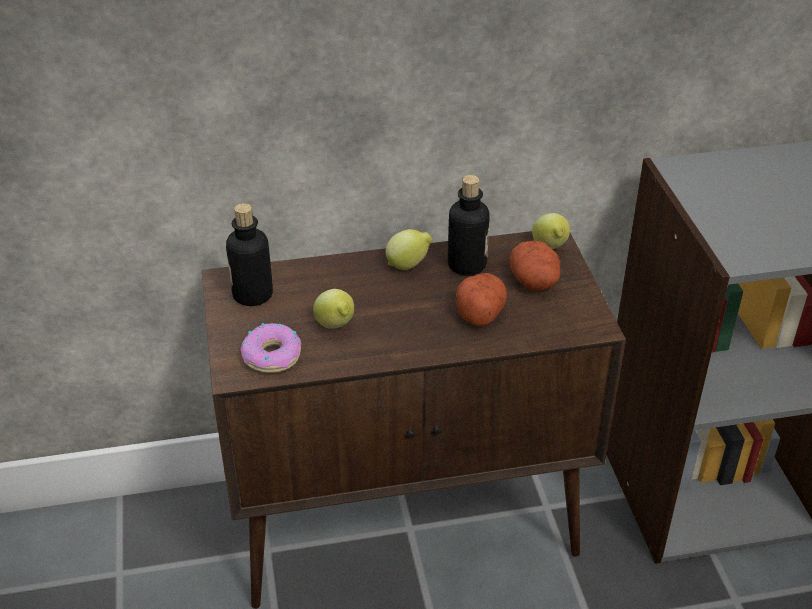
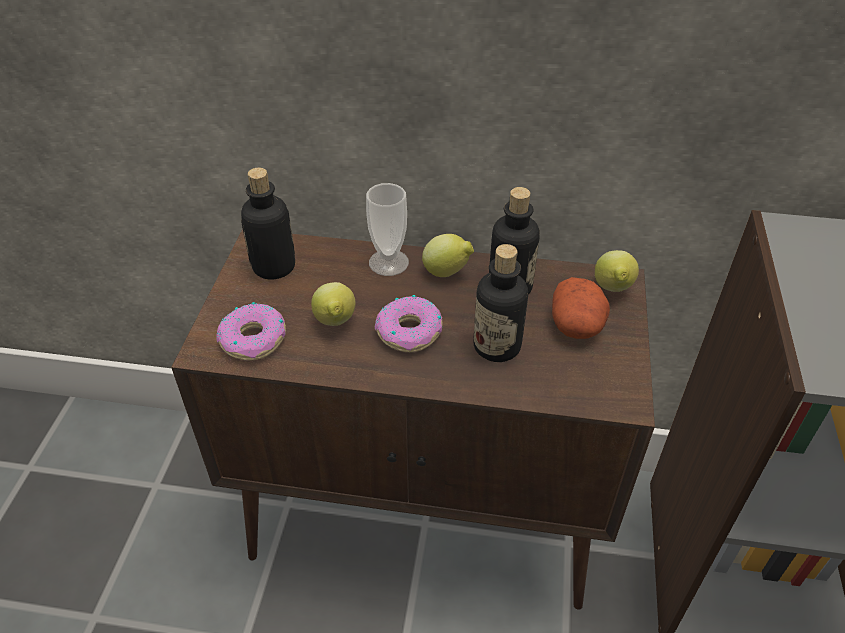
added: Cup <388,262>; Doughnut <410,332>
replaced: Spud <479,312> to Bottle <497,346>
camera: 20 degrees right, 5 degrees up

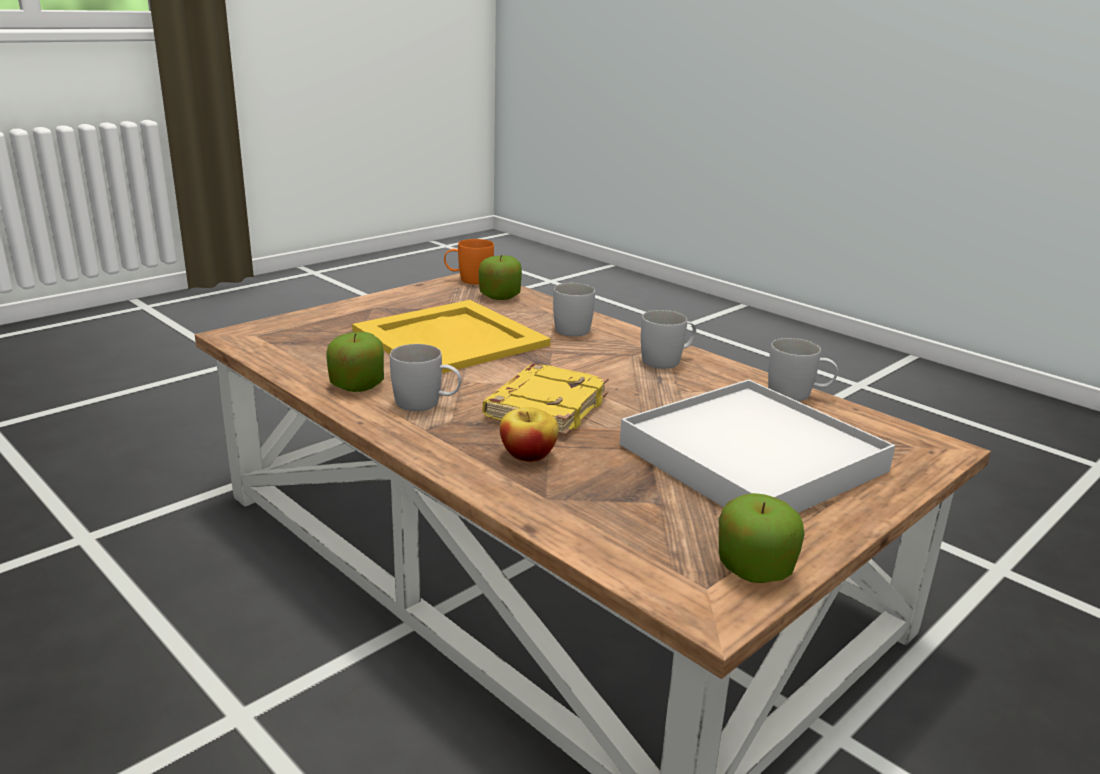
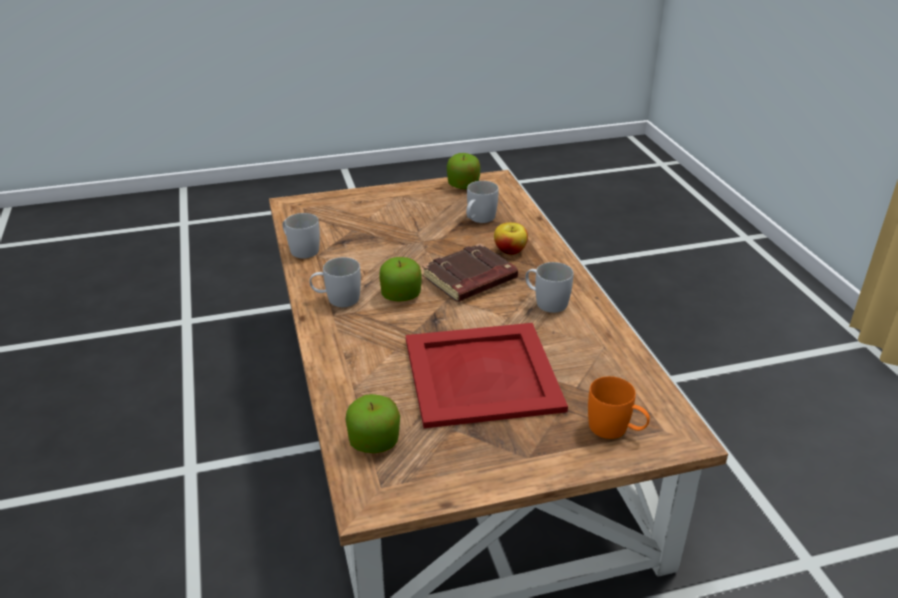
removed: WhiteServingTray <751,458>
moved: WholeApple <357,385> to <401,295>; WhiteTeaMug <572,328> to <478,219>; OrangeyTeaMug <468,279> to <615,430>
recoloured: YellowColouredServingTray <450,337> to RedServingTray <481,375>; YellowColouredVolume <545,406> to BrownishVolume <469,280>
camera: 150 degrees left, 10 degrees up

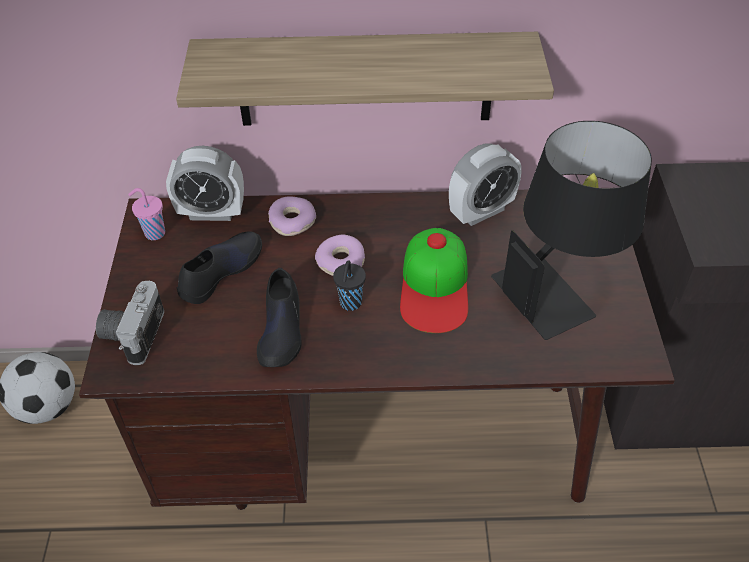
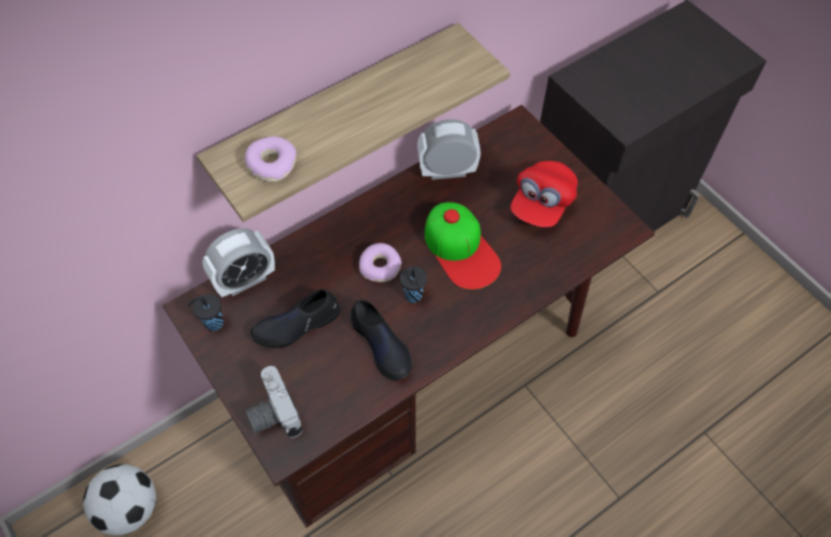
moved: Doughnut <292,221> to <271,164>
replaced: BlackTableLamp <559,287> to RedBaseballCap <542,203>
recoloured: PinkishCup <153,233> to BlackCup <213,323>
turned: BlackShoe <221,271> = <296,325> 120 degrees counterclockwise; AlarmClock <481,212> = <447,171> 120 degrees counterclockwise
camera: 35 degrees left, 10 degrees up

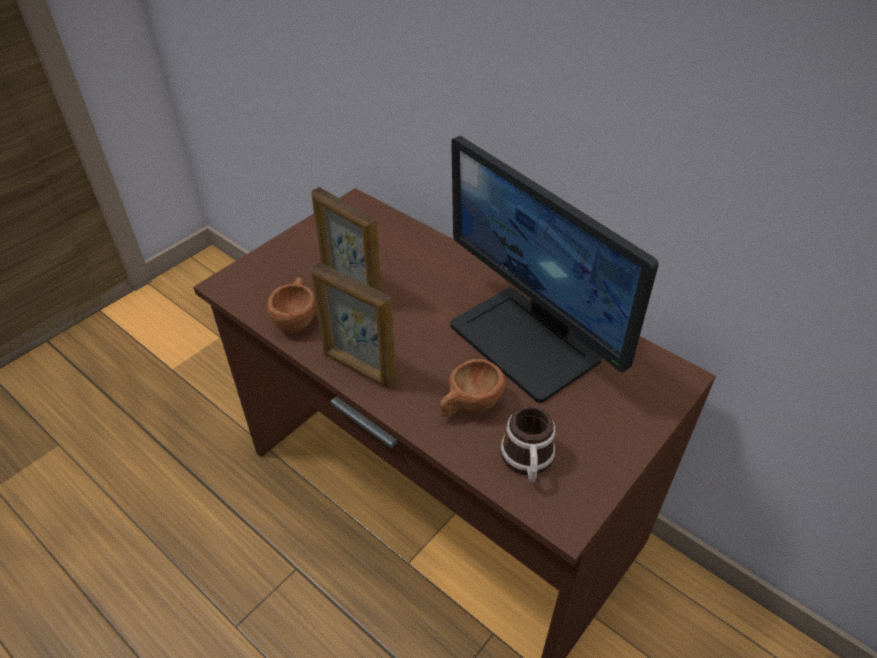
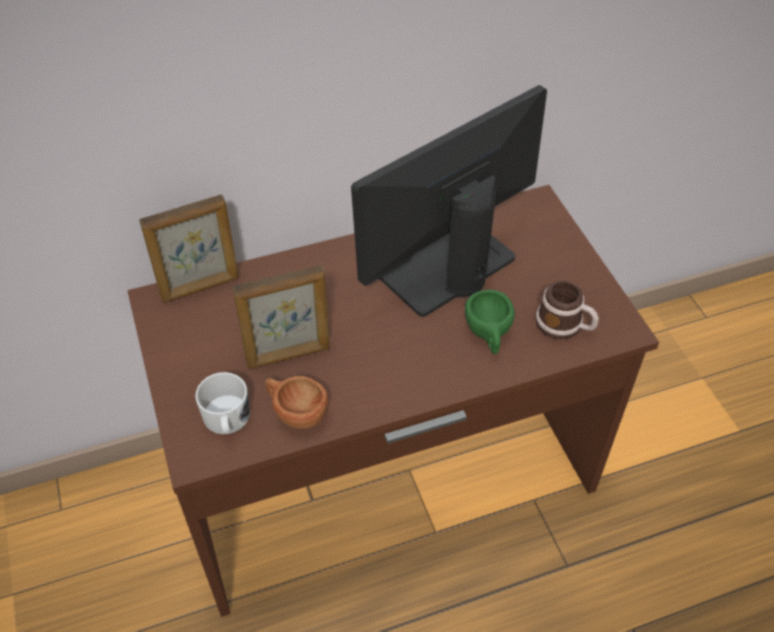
added: WhiteTeaMug <227,420>
moved: StandingFrame <358,368> to <201,288>
recoloured: BrownishCup <469,405> to GreenishCup <488,334>
turned: ComputerScreen <527,341> = <444,266> 150 degrees clockwise
camera: 60 degrees left, 5 degrees up

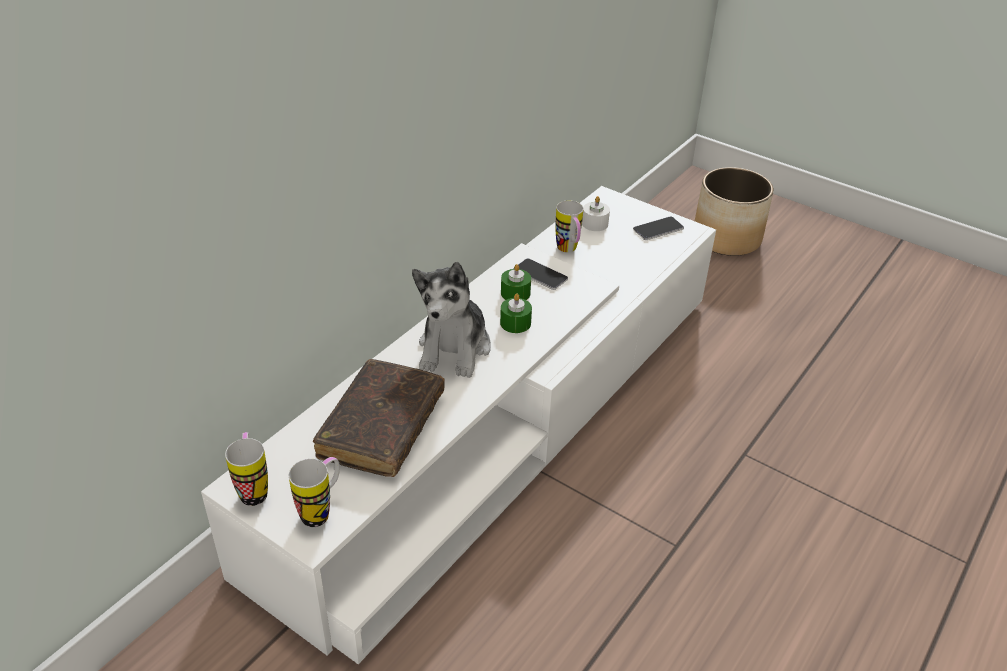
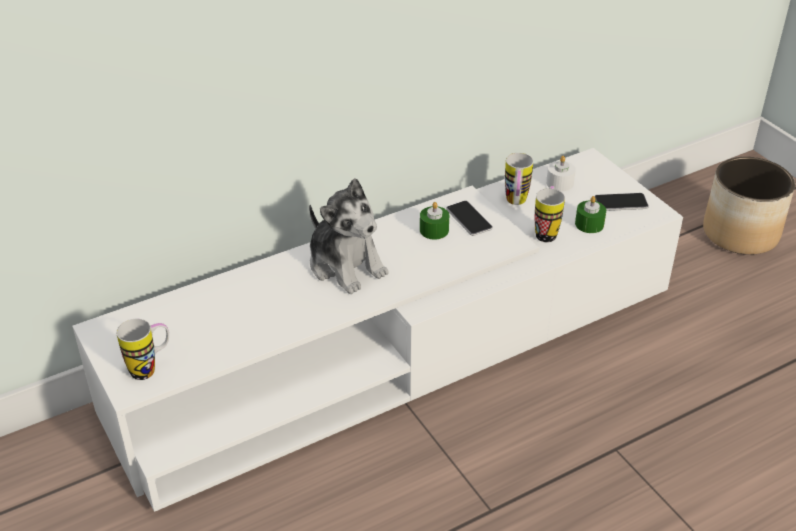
removed: BrownishVolume <382,427>
moved: TeaMug <253,488> to <546,232>; GreenishCandle <515,323> to <589,224>
turned: PlushToy <454,348> = <346,265> 75 degrees counterclockwise
camera: 25 degrees right, 0 degrees up

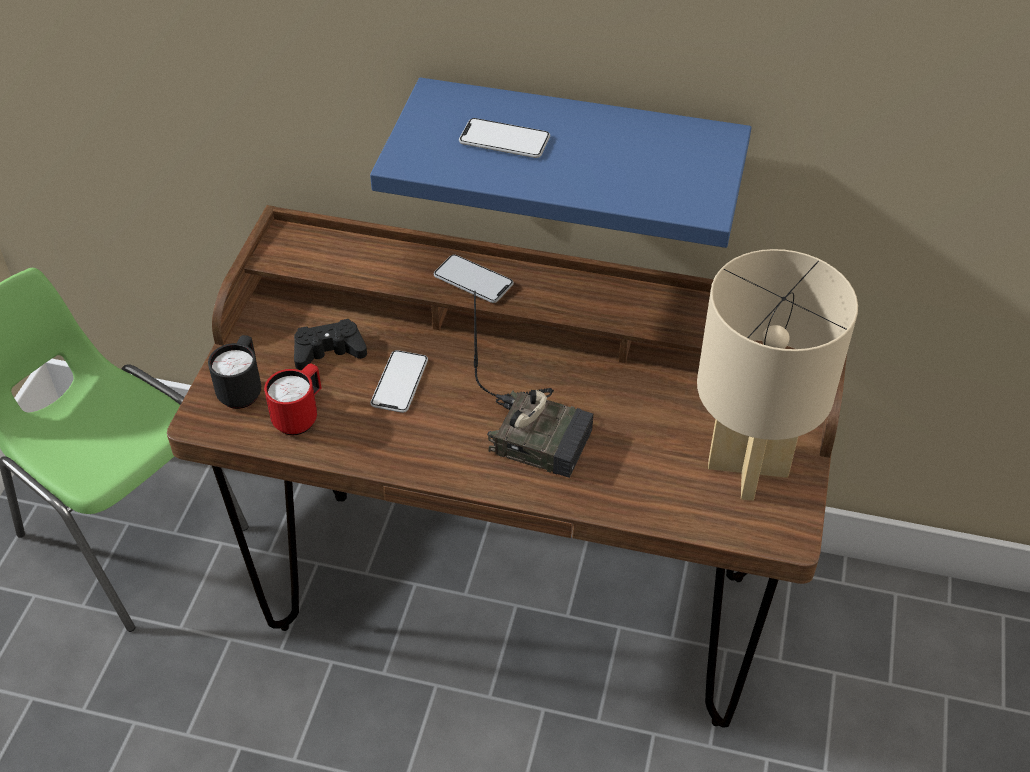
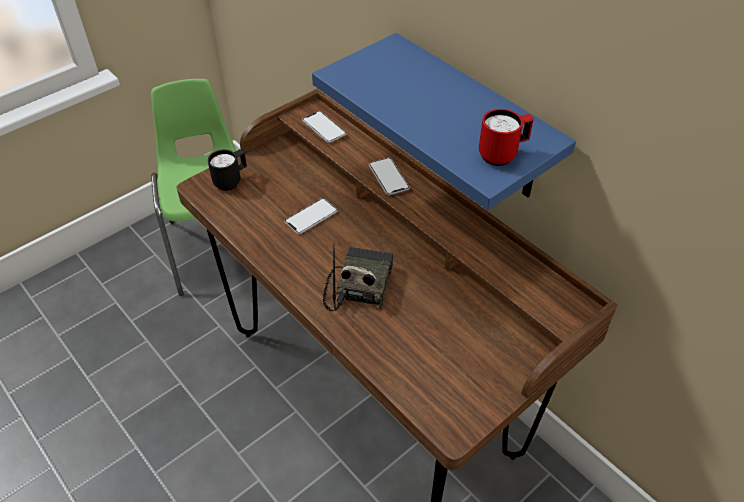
removed: BlackGameController <329,351>; BeigeTableLamp <747,467>
moved: Phone <504,140> to <324,128>; RedTeaMug <300,416> to <502,154>
turned: Radio <539,435> = <358,285> 135 degrees counterclockwise
camera: 35 degrees right, 0 degrees up

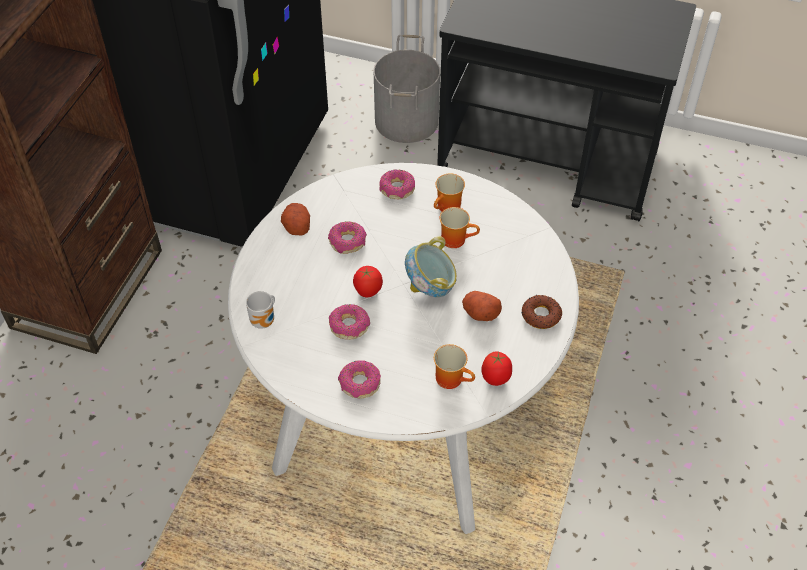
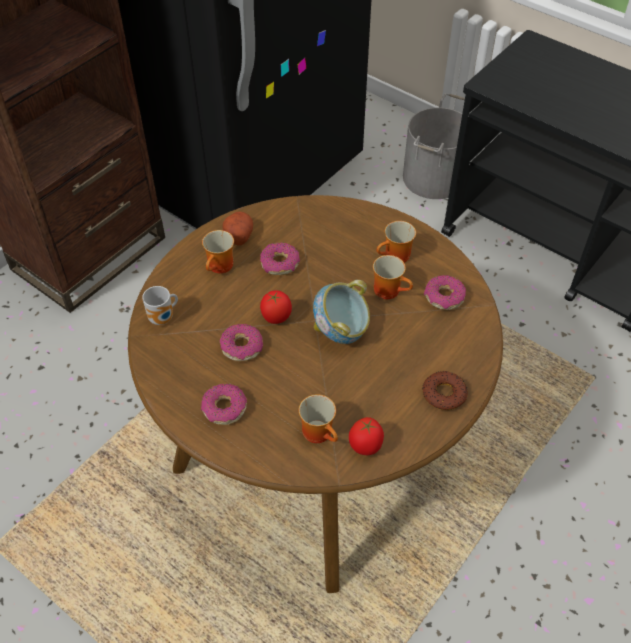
removed: Spud <480,313>
added: TeaMug <221,267>
moved: Doughnut <397,189> to <444,297>
recoloured: WhiteKitchenTable <403,417> to BrownishKitchenTable <315,455>
camera: 20 degrees right, 0 degrees up

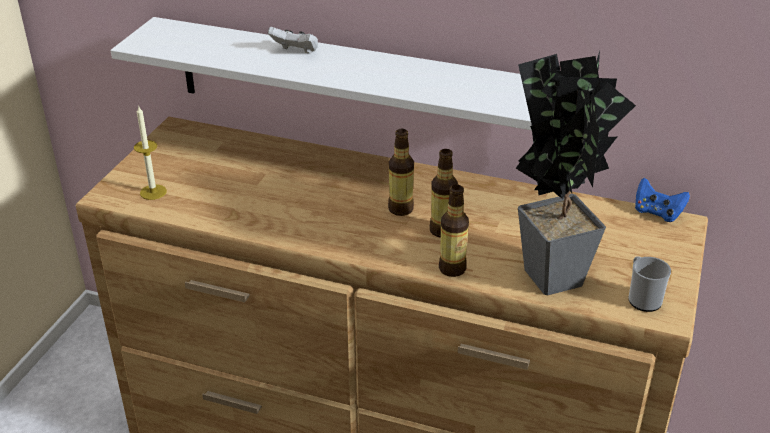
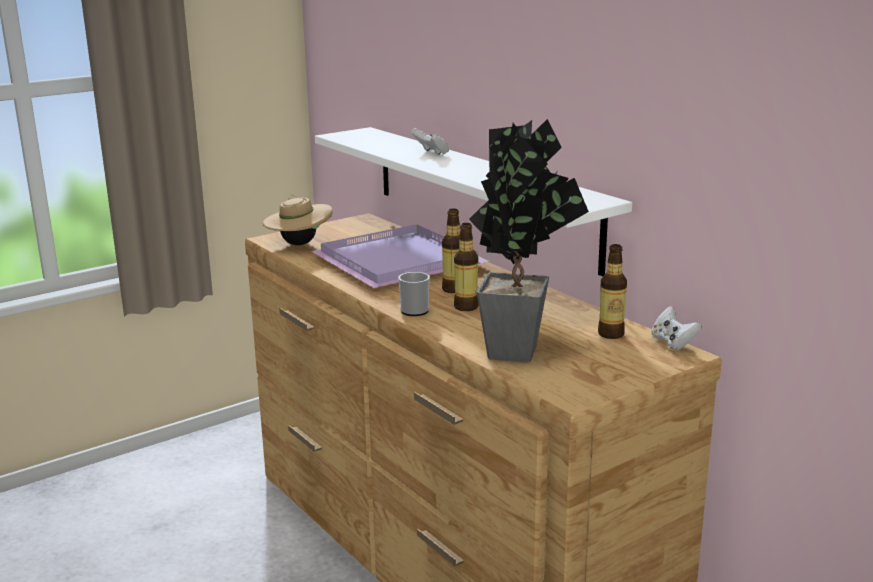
added: PurpleServingTray <402,262>
moved: TeaMug <642,298> to <415,309>; Bottle <452,269> to <611,334>
replaced: Candle <153,192> to BeigeHat <299,243>
recoloured: BluishGameController <657,213> to WhiteGameController <673,343>
camera: 35 degrees right, 15 degrees down

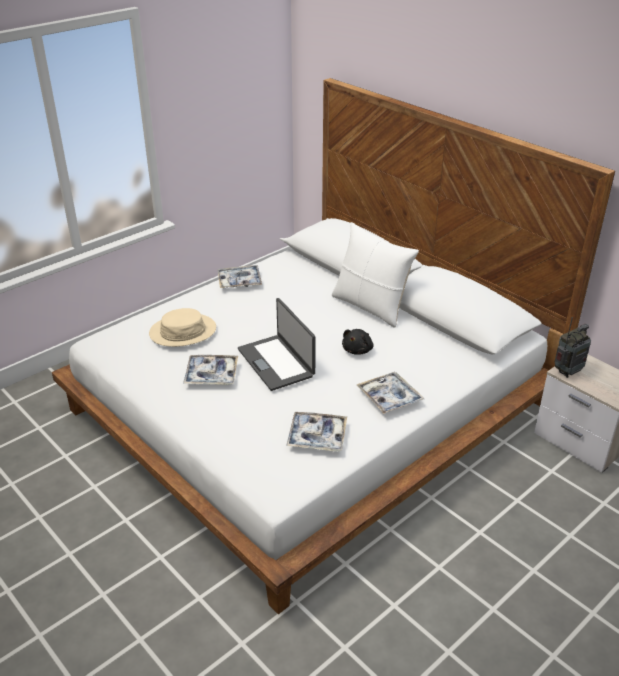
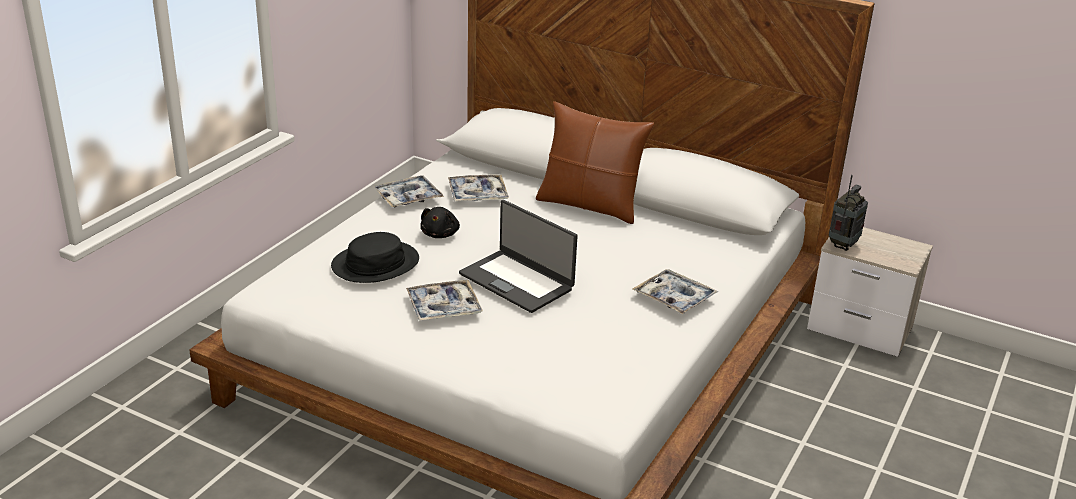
moved: BlackPlushToy <358,350> to <440,234>; ServingTray <317,436> to <477,194>
recoloured: BeigeHat <183,331> to BlackHat <375,263>; WhiteThrowPillow <370,307> to BrownishThrowPillow <589,205>
camera: 20 degrees left, 5 degrees down

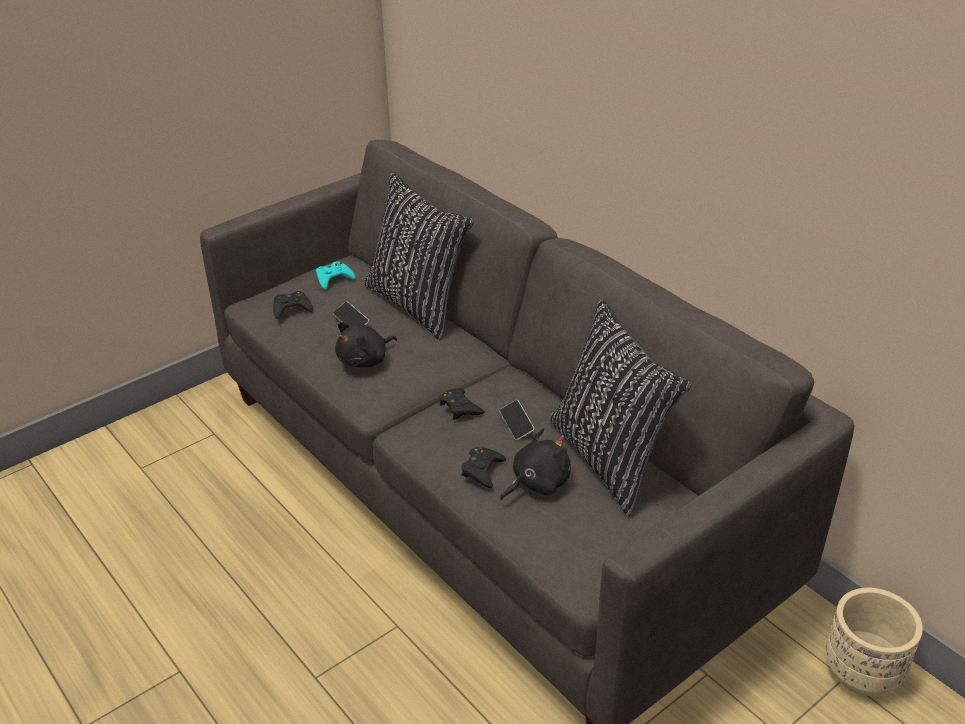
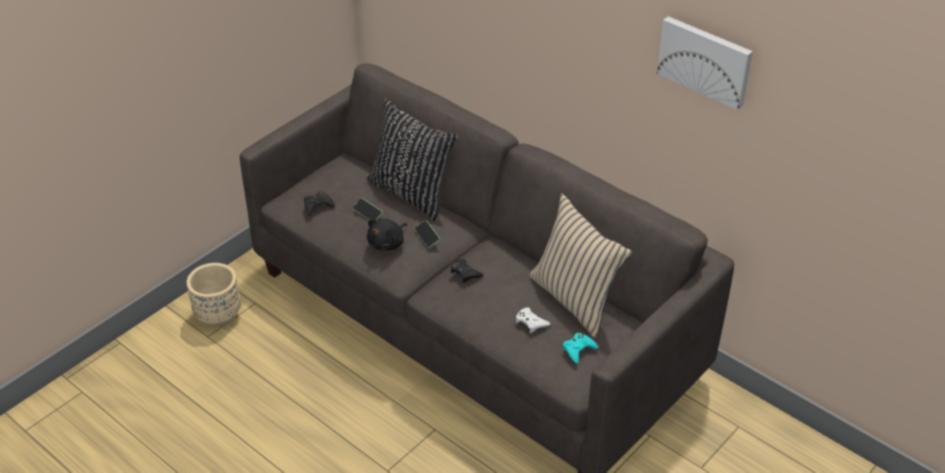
removed: BlackGameController <482,470>
added: WallPicture <705,60>
moved: BeigePlanter <862,673> to <218,315>; Phone <516,425> to <427,237>; TurquoiseColouredGameController <334,279> to <578,350>
replaced: BlackPlushToy <537,483> to WhiteGameController <531,322>
recoloured: BlackThrowPillow <609,458> to BeigeThrowPillow <575,299>
camera: 10 degrees left, 5 degrees up

